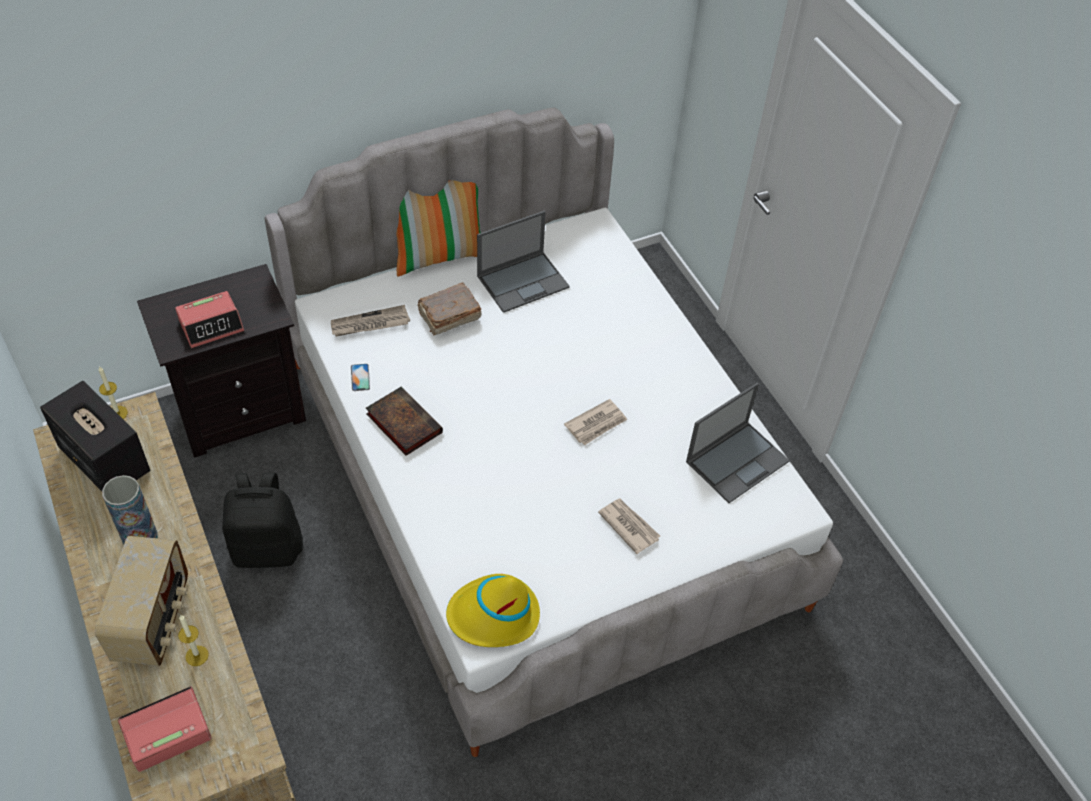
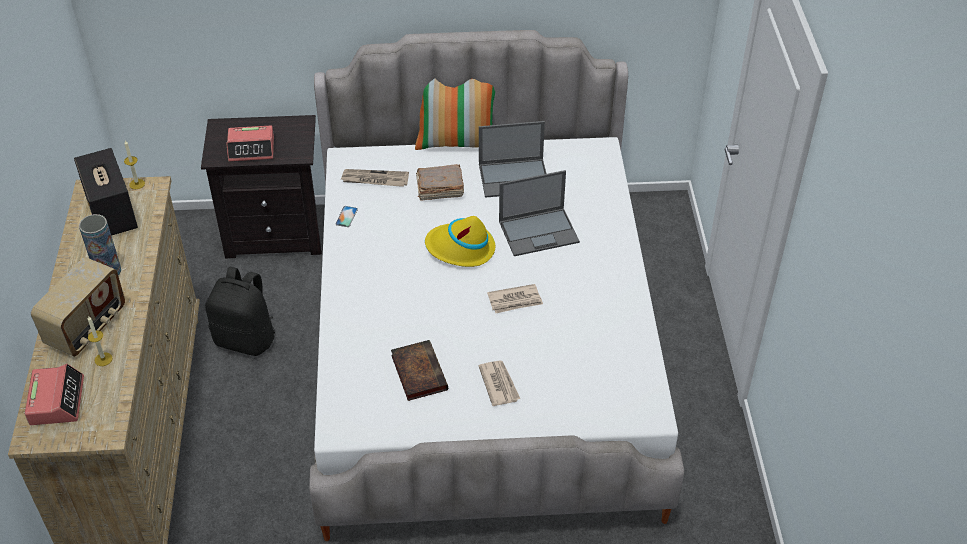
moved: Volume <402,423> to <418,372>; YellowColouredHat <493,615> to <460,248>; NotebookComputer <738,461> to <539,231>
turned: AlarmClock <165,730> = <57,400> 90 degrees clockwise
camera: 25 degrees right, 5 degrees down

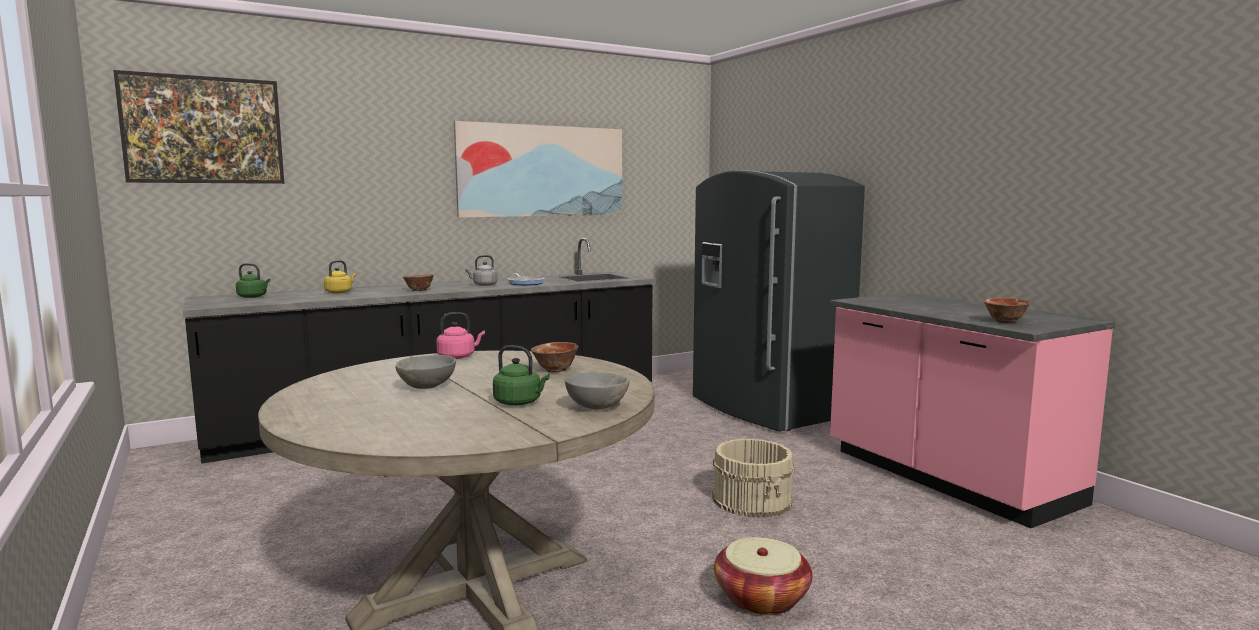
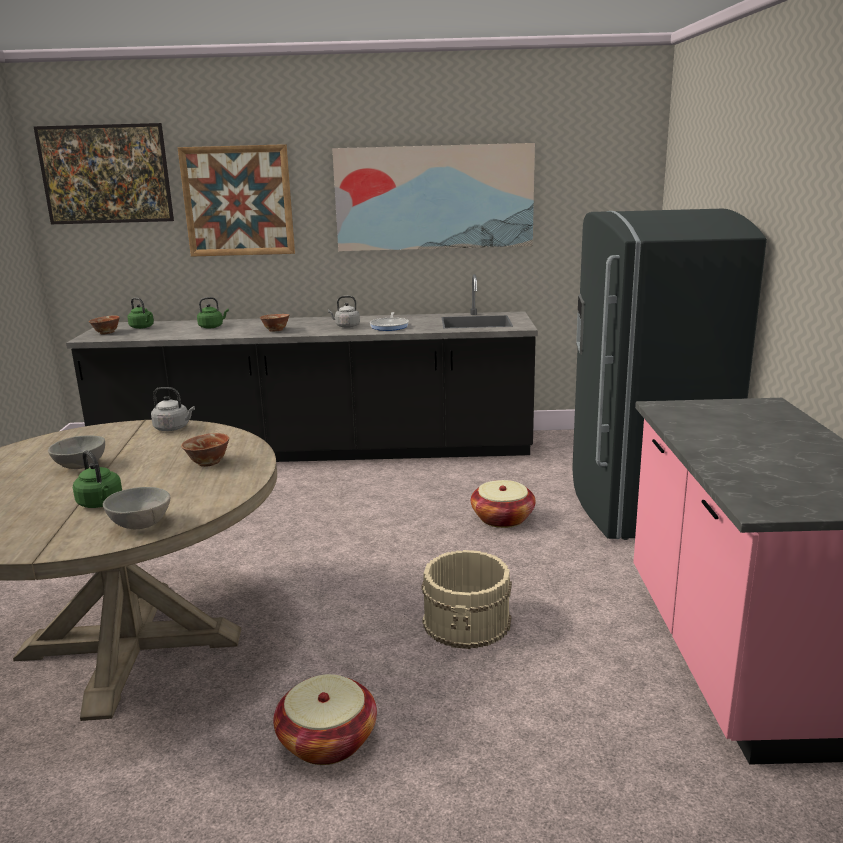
added: WallPicture <238,201>; StorageBasket <502,518>
moved: ServingBowl <1005,321> to <106,333>
recoloured: PinkishKettle <458,357> to GreyishKettle <173,428>; YellowColouredKettle <340,292> to GreenishKettle <212,327>
camera: 30 degrees right, 10 degrees up

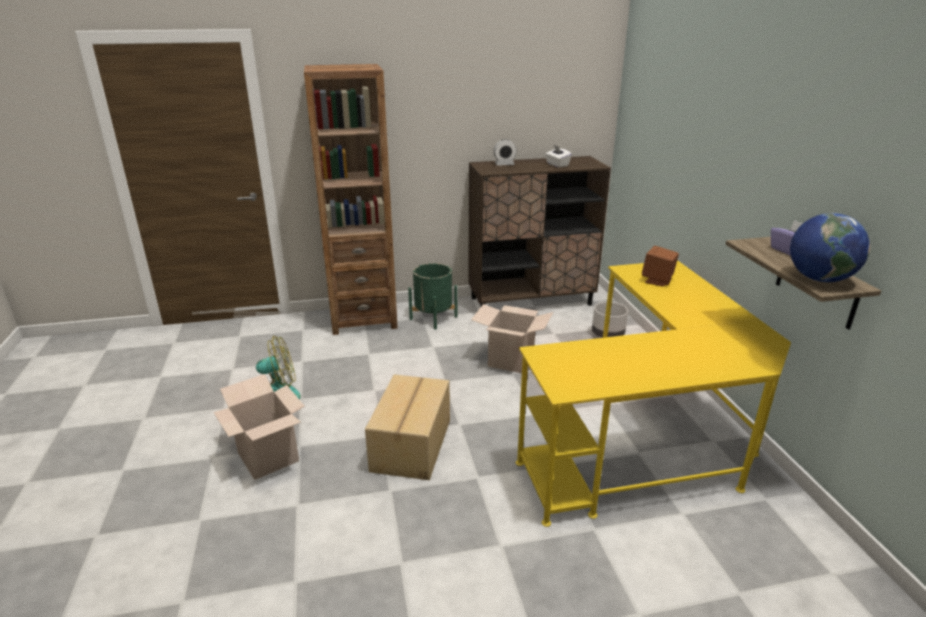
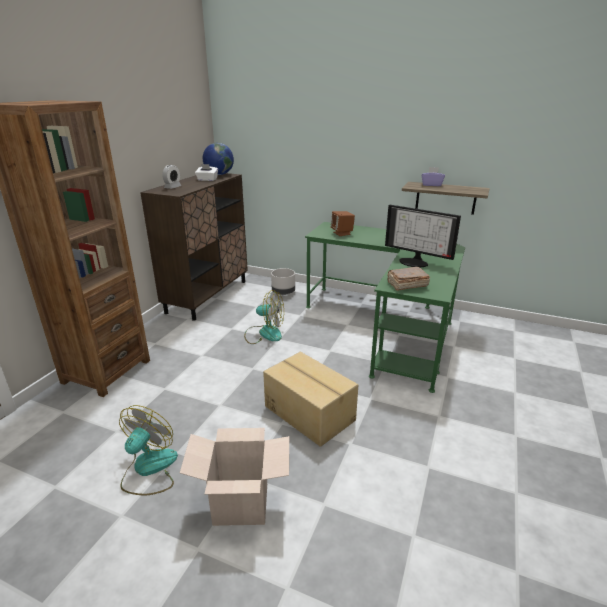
removed: GreenishPlanter <433,318>
added: ComputerScreen <415,262>; BrownishVolume <406,285>
moved: Globe <819,279> to <219,174>
replaced: CardboardBox <511,361> to CoolingFan <264,333>
recoloured: YellowColouredDesk <649,436> to GreenishDesk <388,325>
camera: 55 degrees left, 0 degrees up

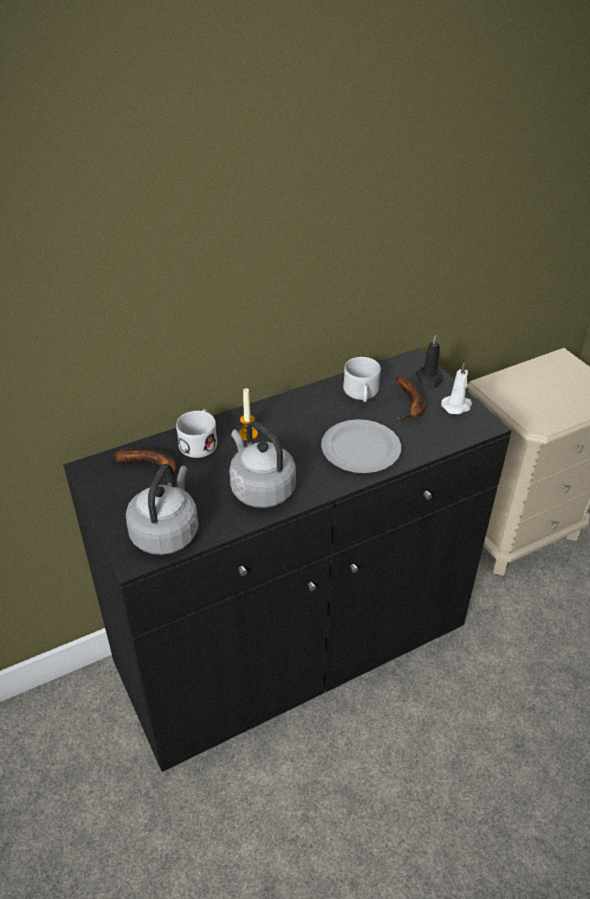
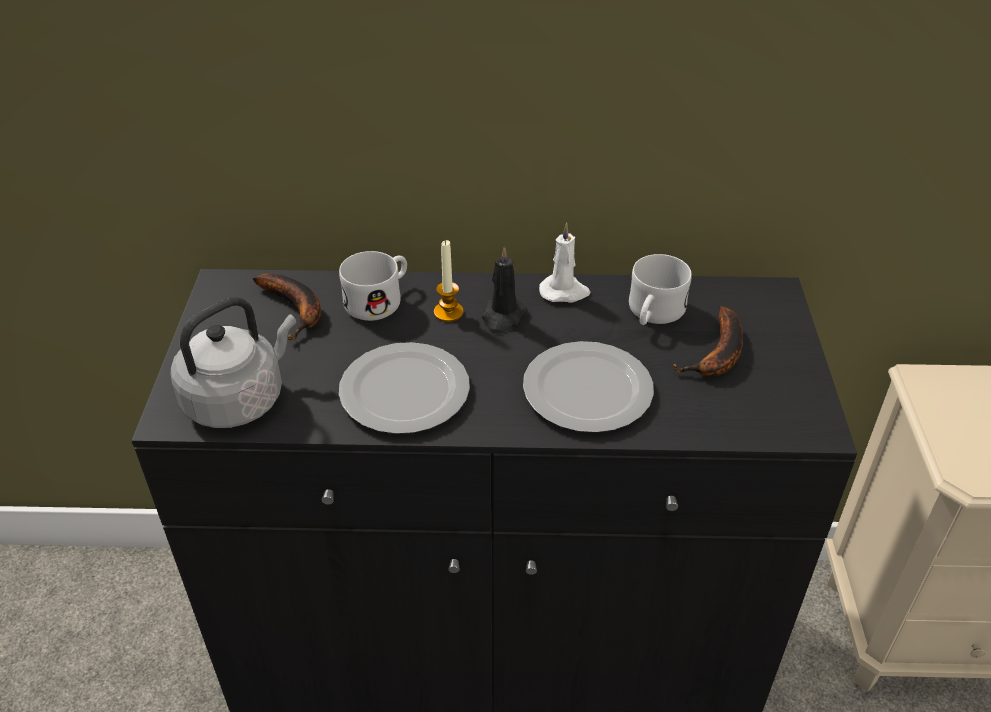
moved: BlackCandle <429,379> to <503,317>; WhiteCandle <457,406> to <564,292>
replaced: GreyishKettle <260,488> to FlatDish <403,391>
camera: 30 degrees right, 0 degrees up

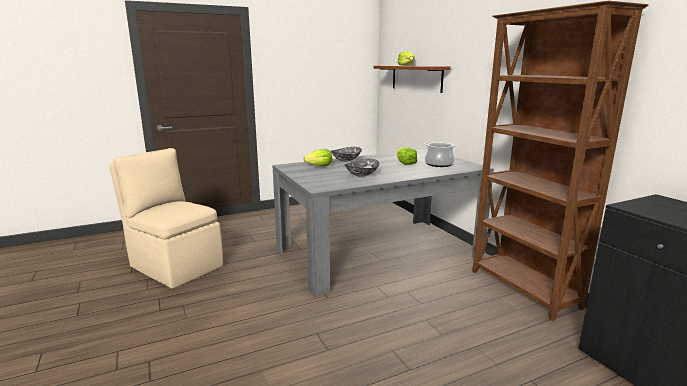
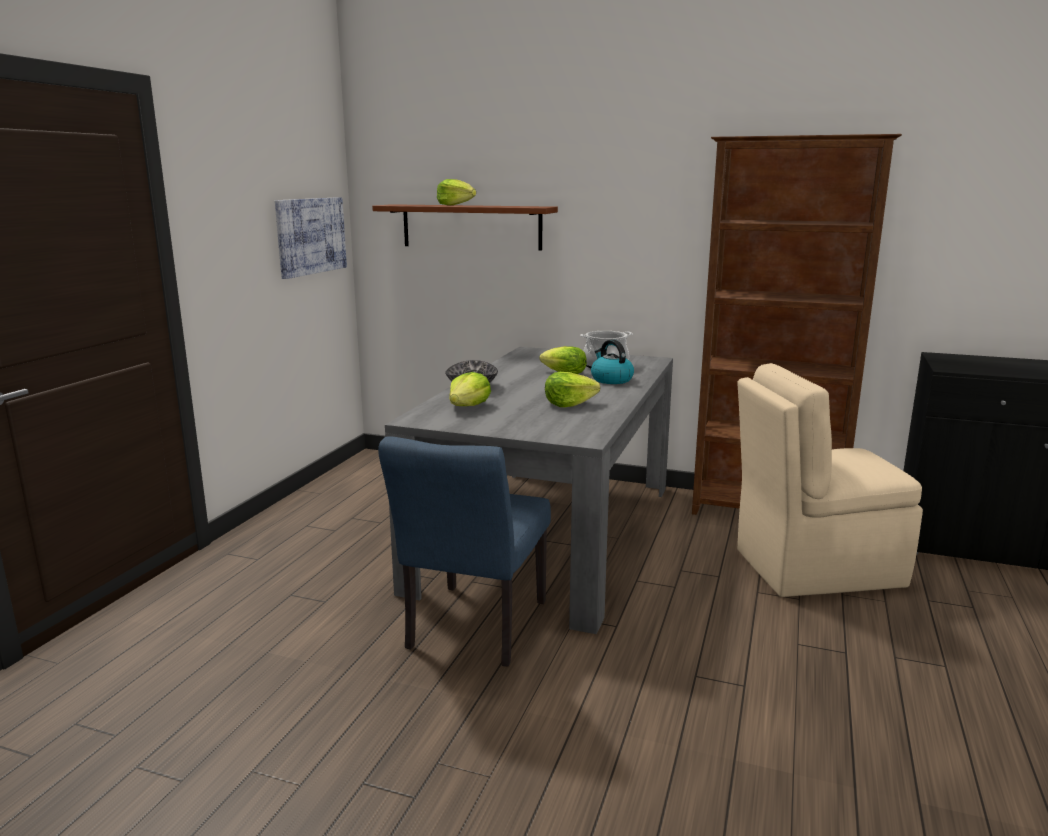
added: WallPicture <310,236>; BluishChair <472,630>; Kettle <611,379>
moved: BeigeChair <175,265> to <813,568>
replaced: ServingBowl <361,174> to HeadOfLettuce <569,404>
camera: 45 degrees left, 0 degrees up

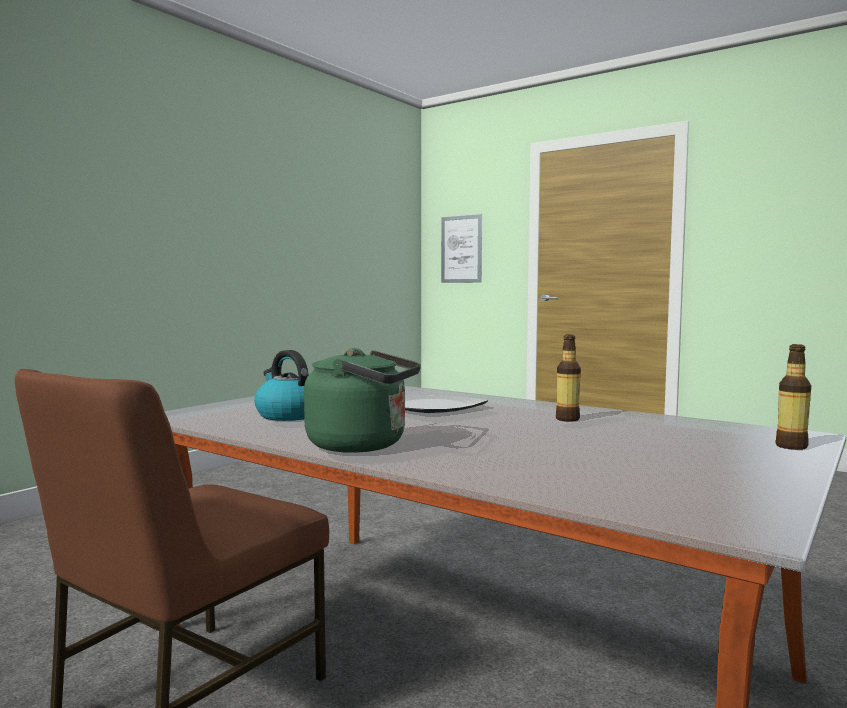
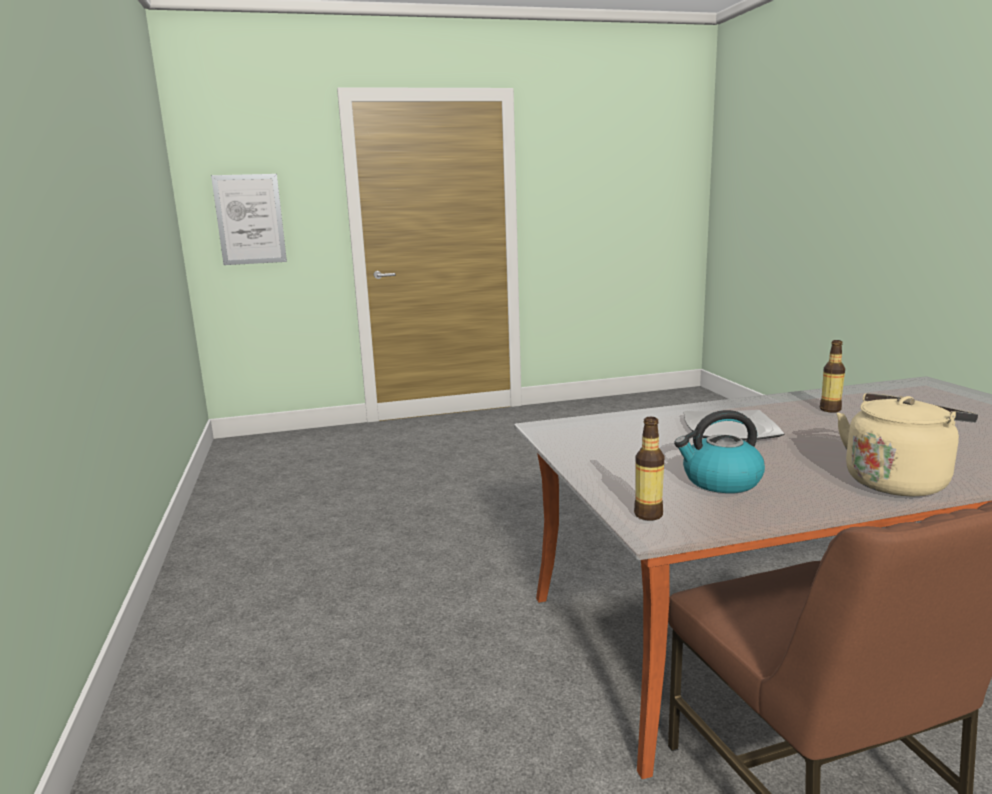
moved: Bottle <791,446> to <648,514>
recoloured: GreenishKettle <363,445> to BeigeKettle <897,481>
camera: 50 degrees left, 10 degrees up

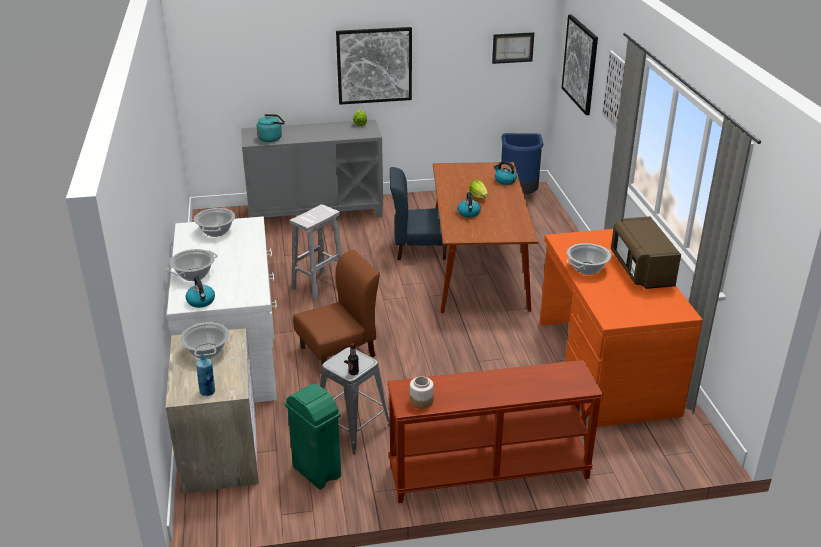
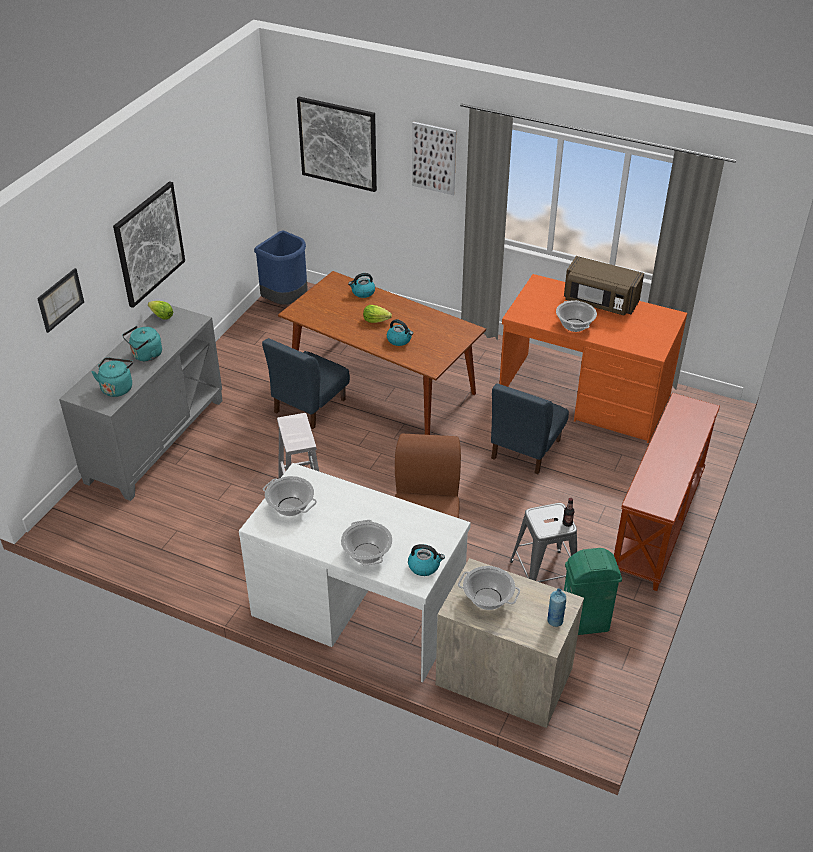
removed: Jar <421,401>
added: TurquoiseColouredKettle <145,355>; BluishChair <525,449>
moved: WallPicture <512,47> to <60,300>
camera: 55 degrees left, 10 degrees up

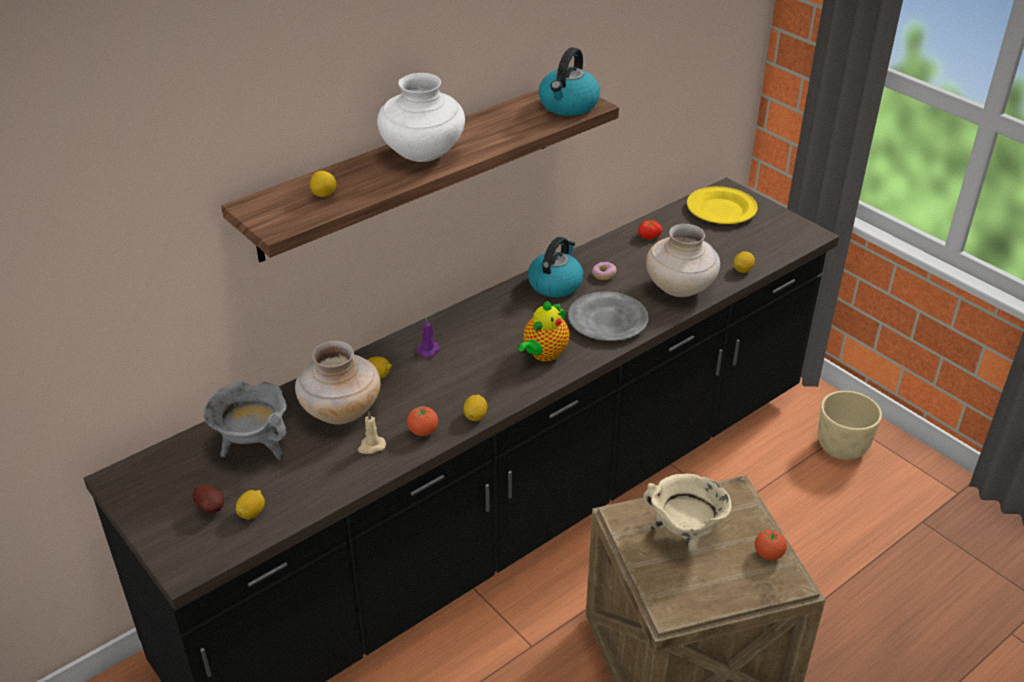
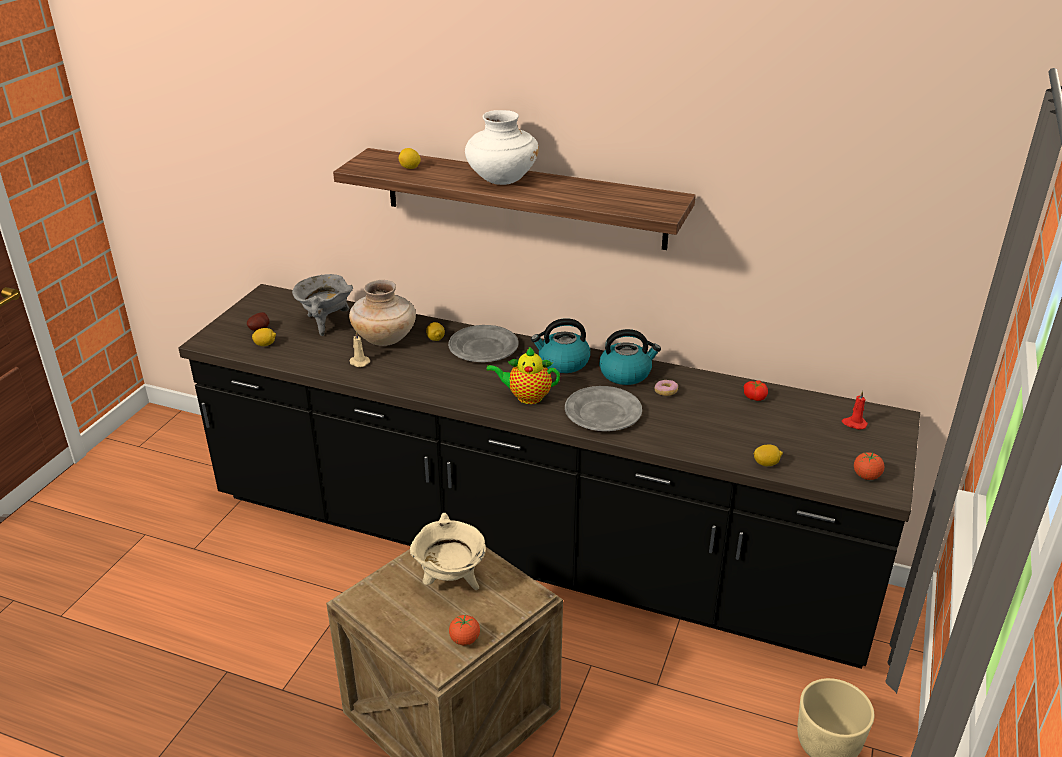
removed: CitrusFruit <475,416>; BeigeFlowerVase <680,289>
moved: Kettle <568,105> to <563,362>; WholeTomato <423,431> to <866,476>
replaced: PurpleCandle <429,350> to GreyishFlatDish <483,348>; YellowColouredFlatDish <720,209> to RedCandle <854,423>
camera: 60 degrees right, 5 degrees down

